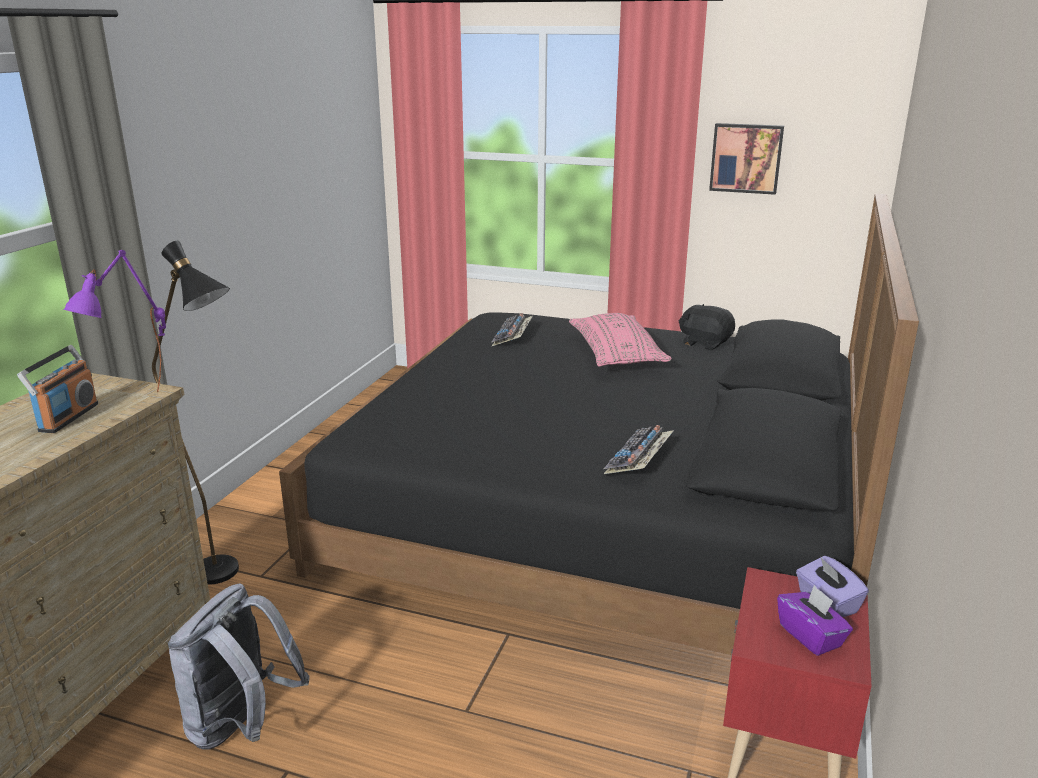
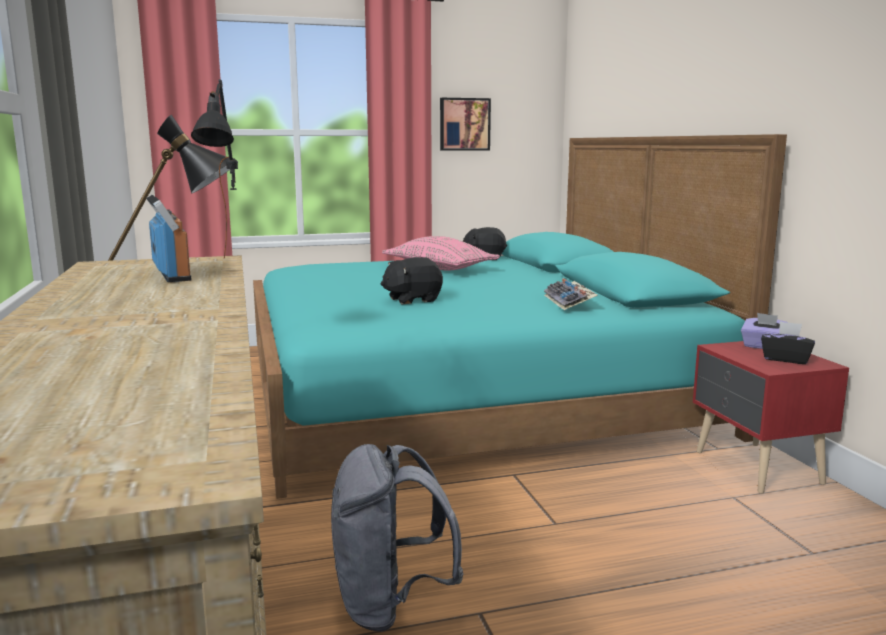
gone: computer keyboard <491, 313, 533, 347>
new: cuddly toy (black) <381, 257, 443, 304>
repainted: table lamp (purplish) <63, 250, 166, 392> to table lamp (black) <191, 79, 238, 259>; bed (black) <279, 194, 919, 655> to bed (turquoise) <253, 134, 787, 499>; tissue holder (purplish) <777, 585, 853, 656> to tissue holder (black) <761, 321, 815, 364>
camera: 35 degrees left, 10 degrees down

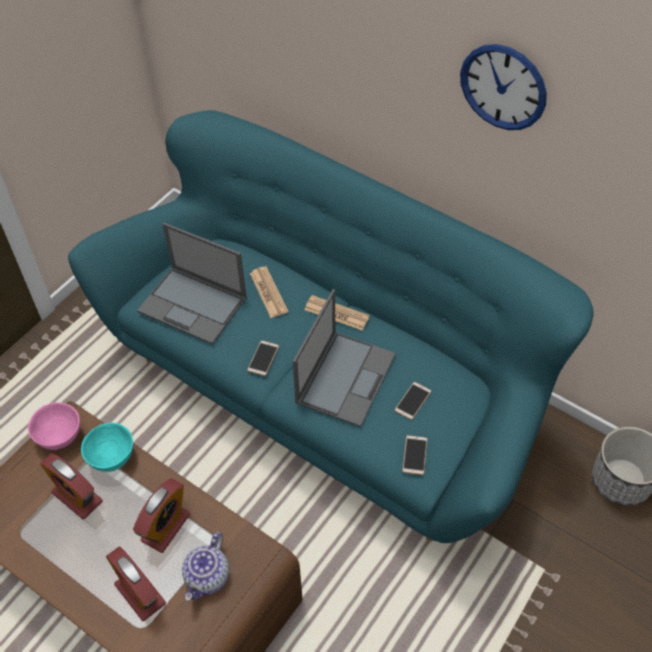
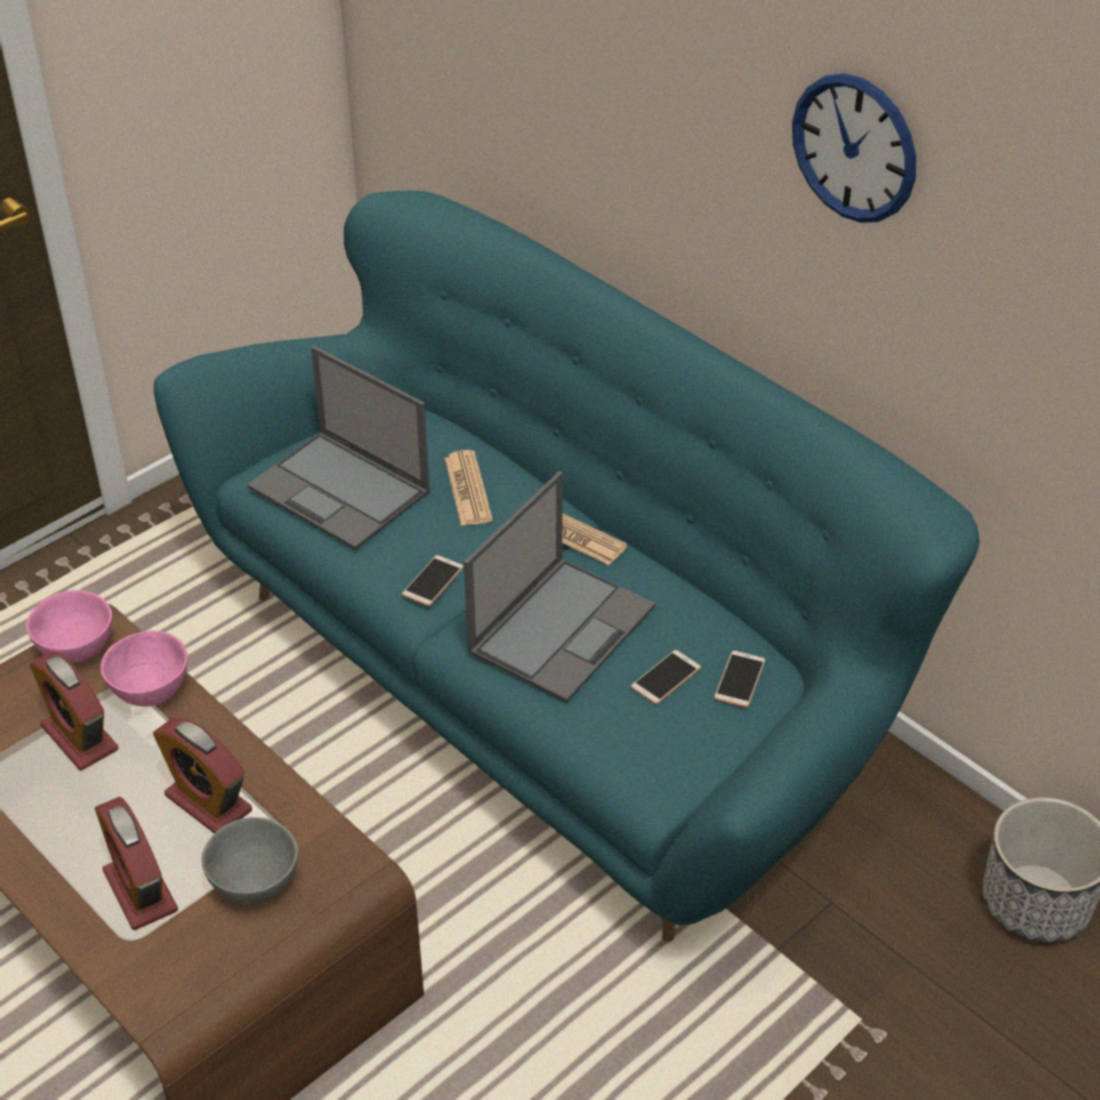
shifted: handset <402, 435, 427, 475> to <714, 650, 765, 708>
swapped: tea pot <182, 532, 229, 601> to serving bowl (greyish) <202, 817, 298, 905>
repainted: serving bowl (turquoise) <81, 423, 133, 472> to serving bowl (pinkish) <101, 631, 188, 707>
rotated: table clock <133, 478, 190, 553> = <153, 717, 252, 834> 90 degrees clockwise
camera: 10 degrees right, 10 degrees down

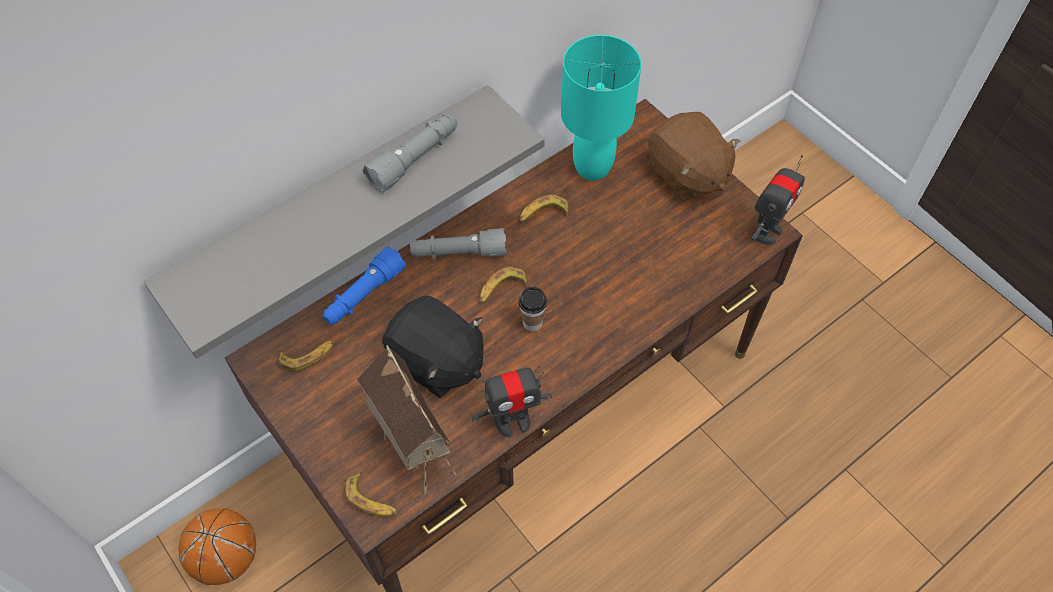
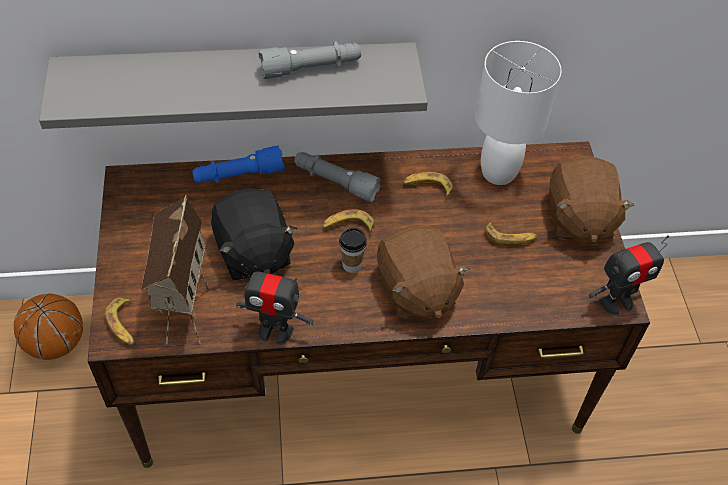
new: cuddly toy (brown-coloured) <377, 225, 470, 319>
shifted: whole banana <278, 340, 334, 372> to <484, 221, 537, 245>
repainted: table lamp (turquoise) <561, 35, 641, 180> to table lamp (whitish) <475, 41, 562, 185>
camera: 30 degrees right, 5 degrees down

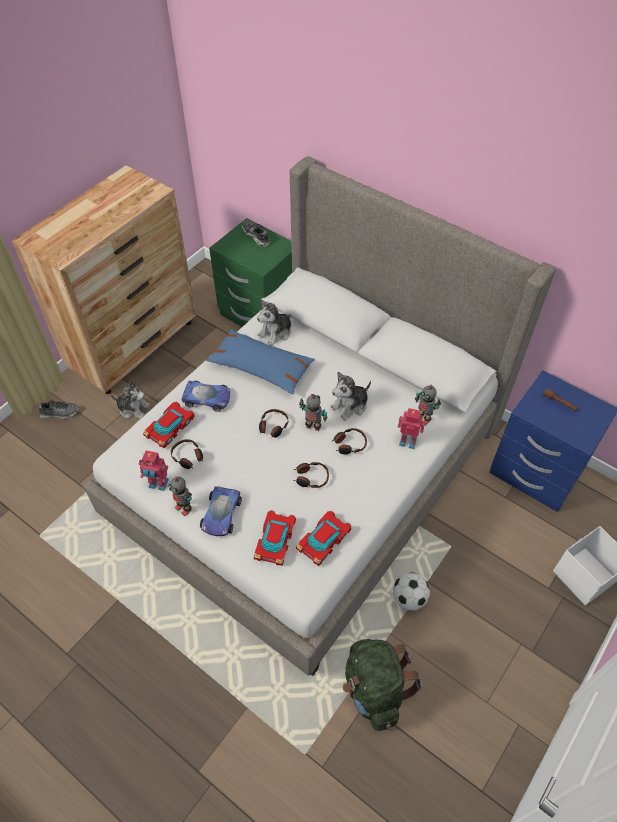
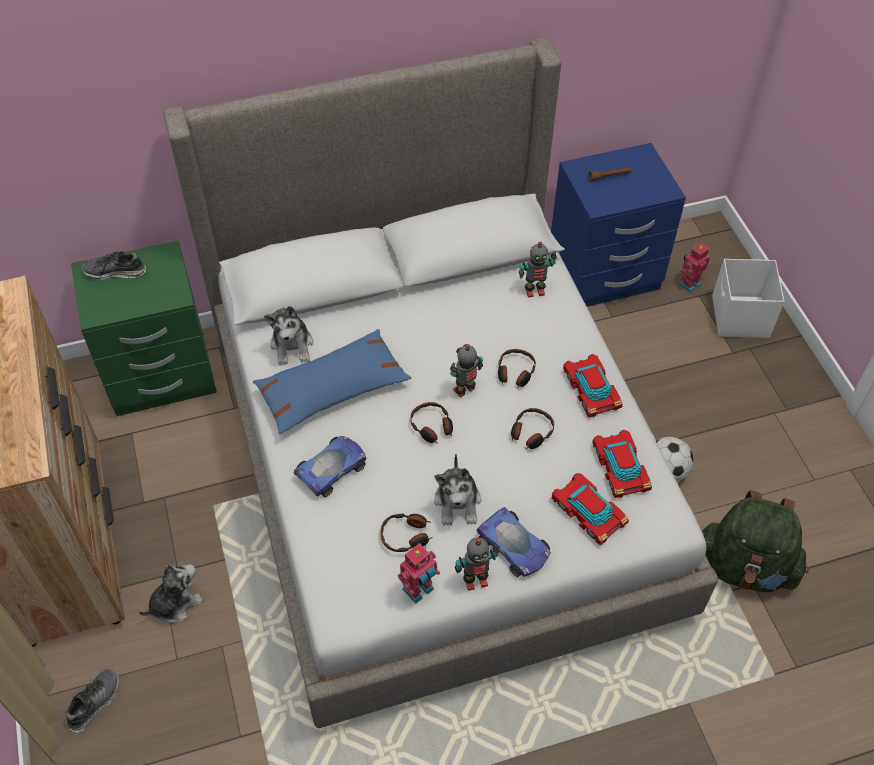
shifted: model car <143, 402, 195, 448> to <563, 354, 623, 417>; cuddly toy <331, 372, 371, 421> to <434, 454, 481, 526>; robot figure <398, 408, 425, 449> to <679, 243, 710, 293>
camera: 55 degrees left, 0 degrees up

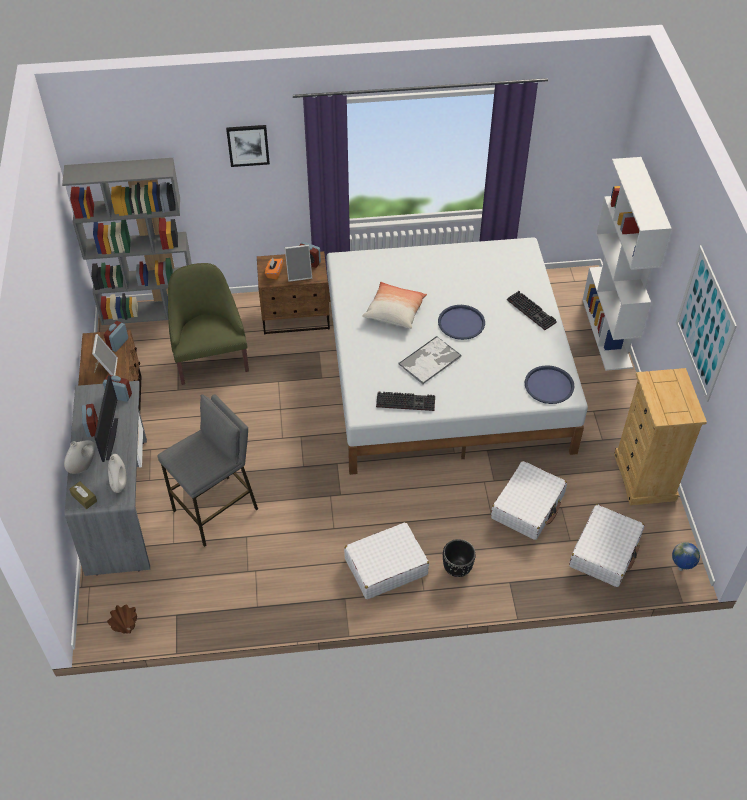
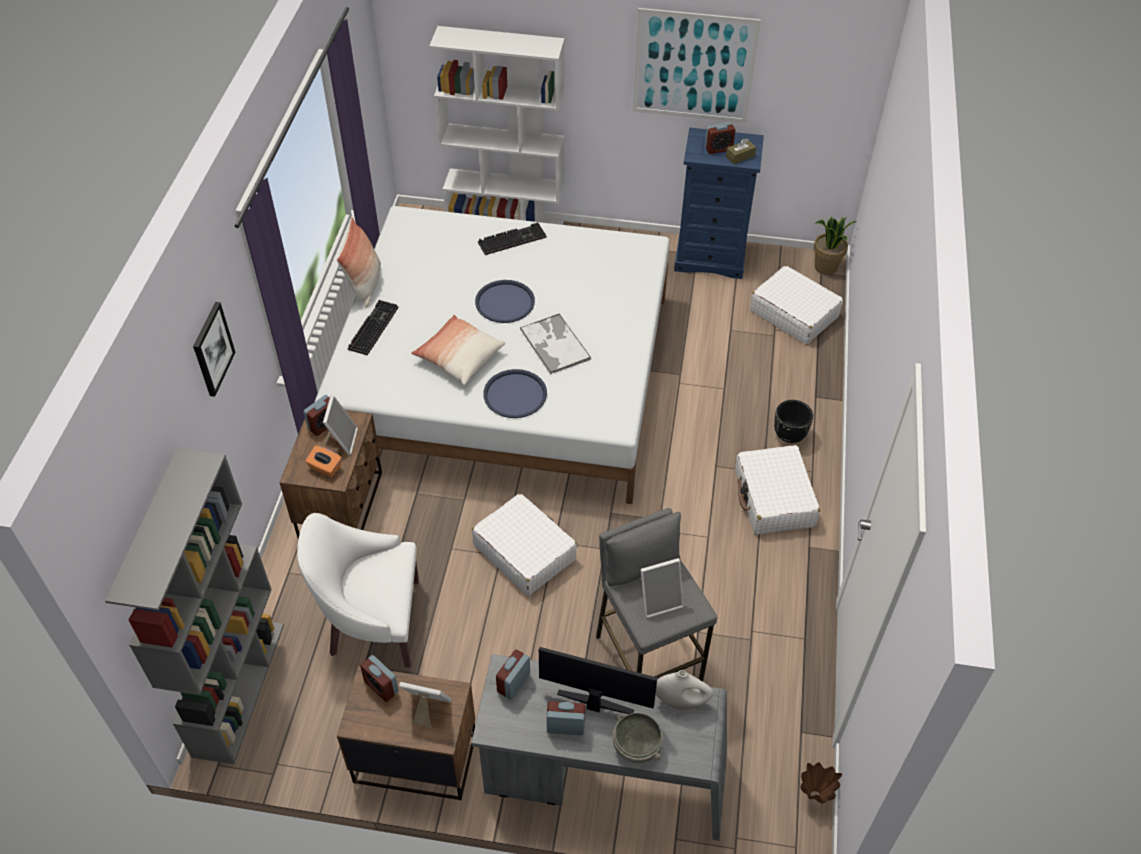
new: cushion <337, 217, 381, 308>; picture frame <641, 558, 684, 618>; table clock <705, 122, 735, 154>
shifted: tissue holder (brown-coloured) <69, 481, 97, 509> to <726, 138, 756, 164>; computer keyboard <376, 391, 435, 411> to <348, 300, 398, 355>; suitcase (whitish) <491, 461, 567, 540> to <472, 493, 577, 596>; serving tray (bluish) <525, 365, 574, 404> to <483, 369, 547, 418>
swapped: flower vase (whitish) <64, 440, 95, 474> to serving bowl (greyish) <613, 713, 663, 763>; globe <672, 542, 700, 571> to potted plant <814, 216, 857, 275>
repainted: lounge chair (green-coloured) <168, 263, 249, 385> to lounge chair (whitish) <297, 513, 419, 667>; chest of drawers (sand-coloured) <614, 368, 707, 506> to chest of drawers (bluish) <674, 128, 764, 279>
camera: 75 degrees left, 0 degrees up

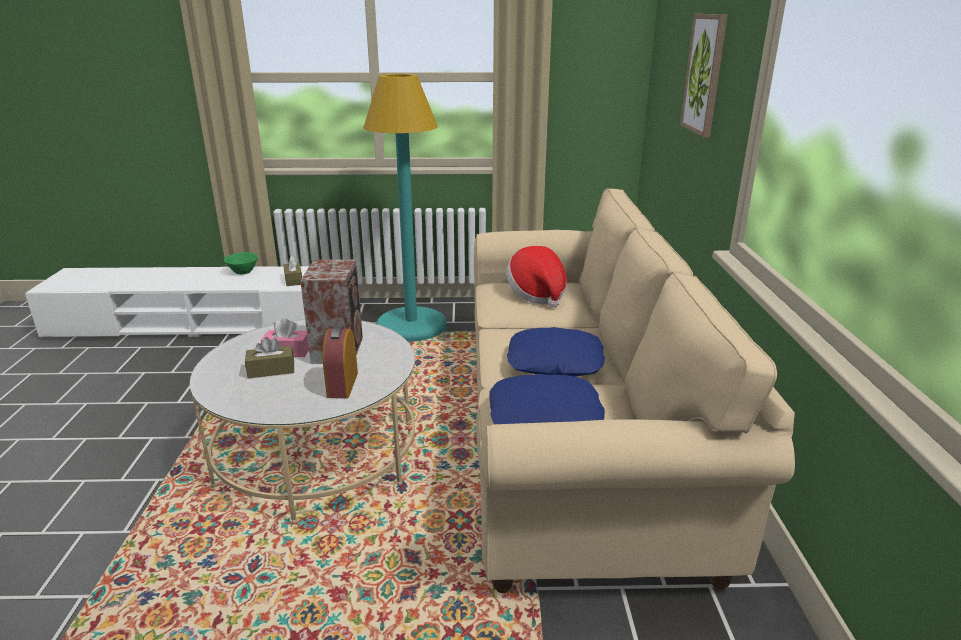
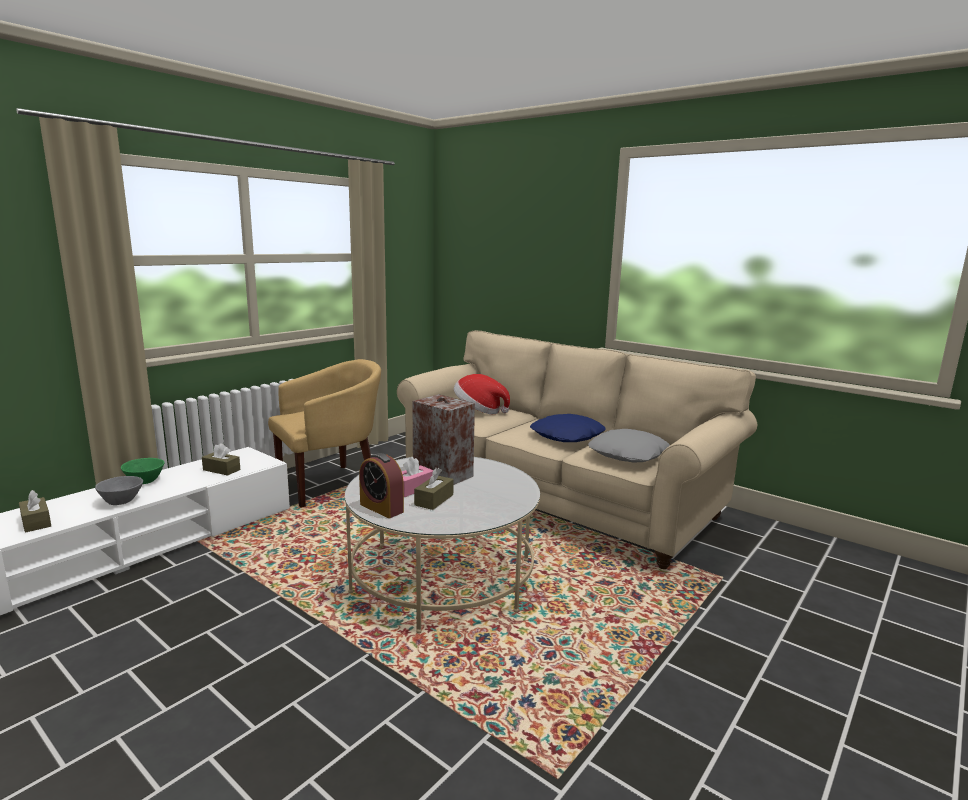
gone: wall art <680, 14, 728, 137>
new: tissue holder (brown-coloured) <19, 490, 51, 533>; serving bowl (greyish) <95, 476, 143, 505>
shifted: table clock <323, 326, 358, 398> to <359, 453, 404, 518>
swapped: standing lamp (turquoise) <363, 74, 447, 342> to lounge chair (yellowish) <268, 359, 381, 507>
repainted: cushion (bluish) <489, 374, 605, 424> to cushion (greyish) <588, 429, 670, 462>
camera: 50 degrees left, 10 degrees down

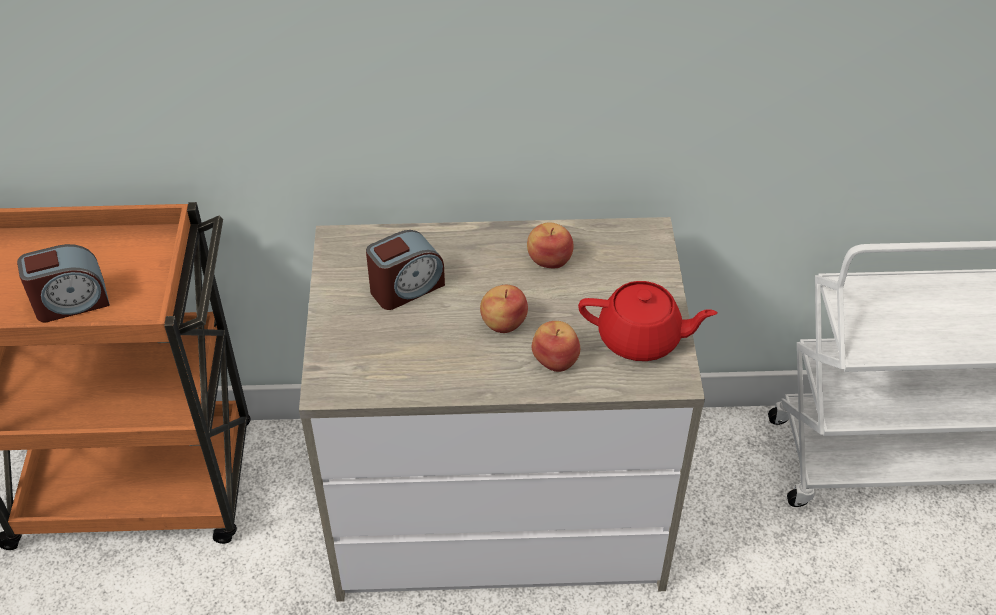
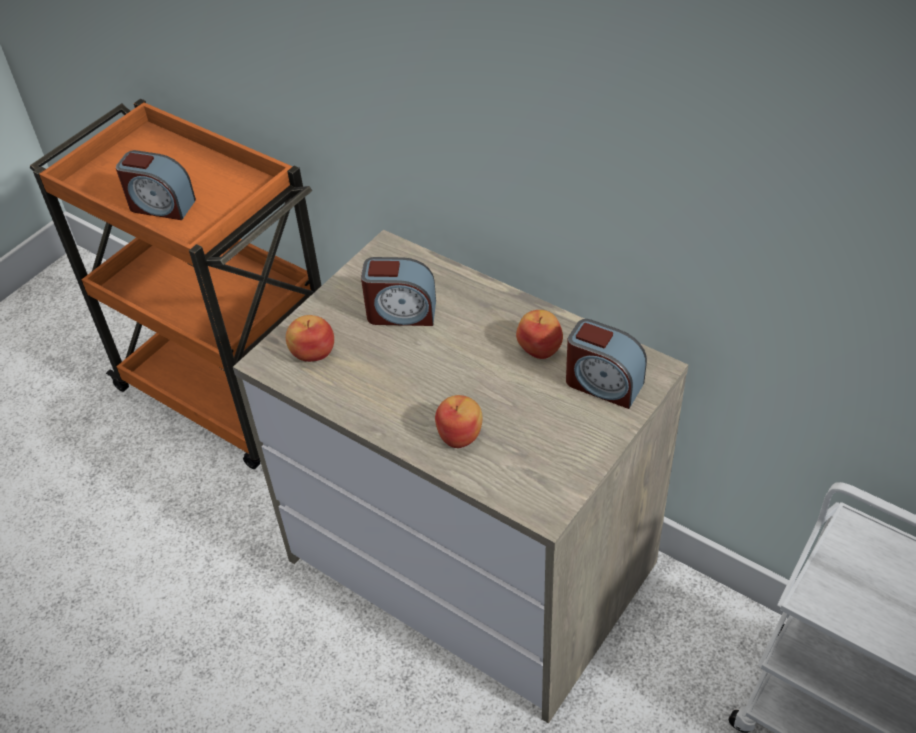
gone: tea pot (red) <578, 281, 717, 361>
new: table clock <566, 319, 647, 409>
shifted: whole apple <480, 285, 528, 333> to <286, 315, 334, 362>
camera: 40 degrees right, 0 degrees up

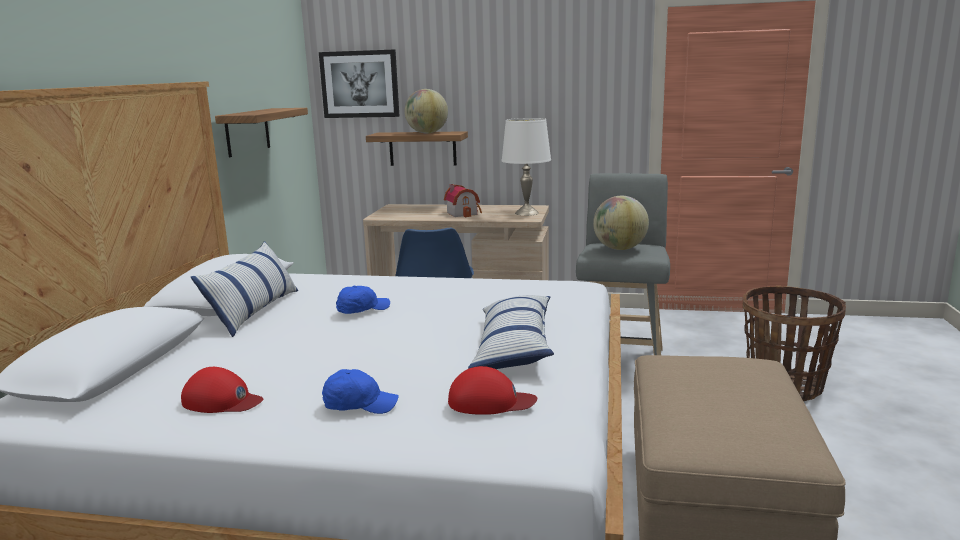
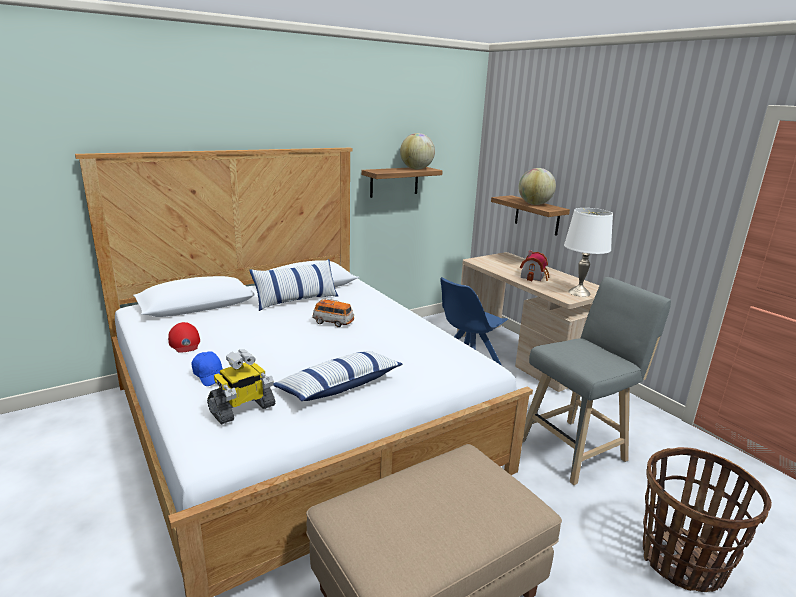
gone: wall art <319, 50, 400, 118>
shifted: globe <593, 196, 649, 250> to <400, 133, 435, 169>
swapped: cap (bluish) <336, 286, 390, 314> to model car <312, 298, 354, 327>; cap (red) <448, 366, 537, 415> to robot figure <207, 350, 276, 424>
camera: 45 degrees right, 5 degrees up

